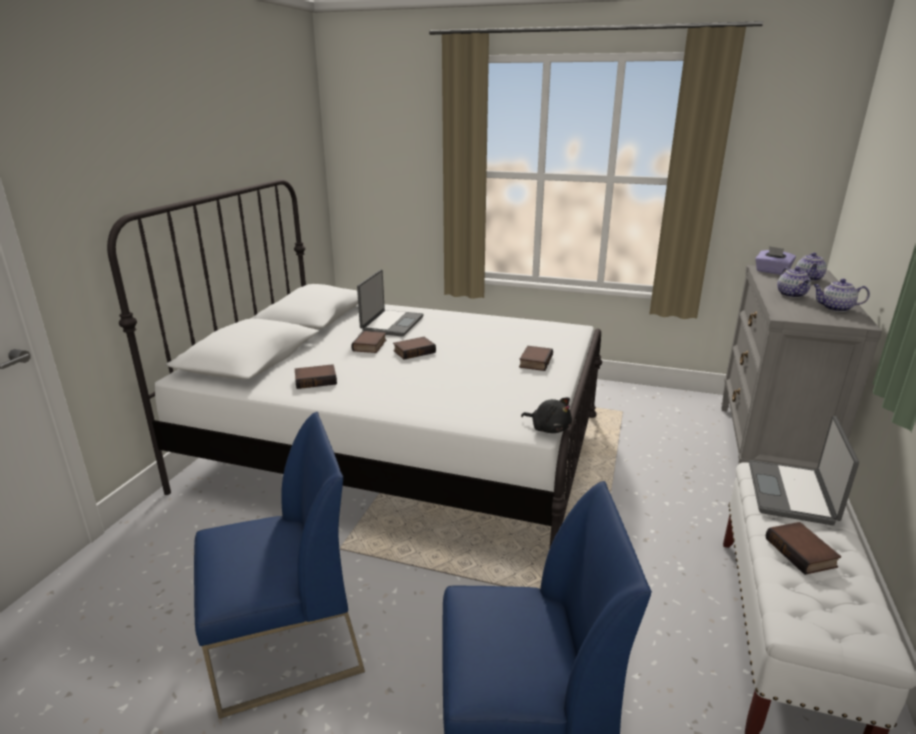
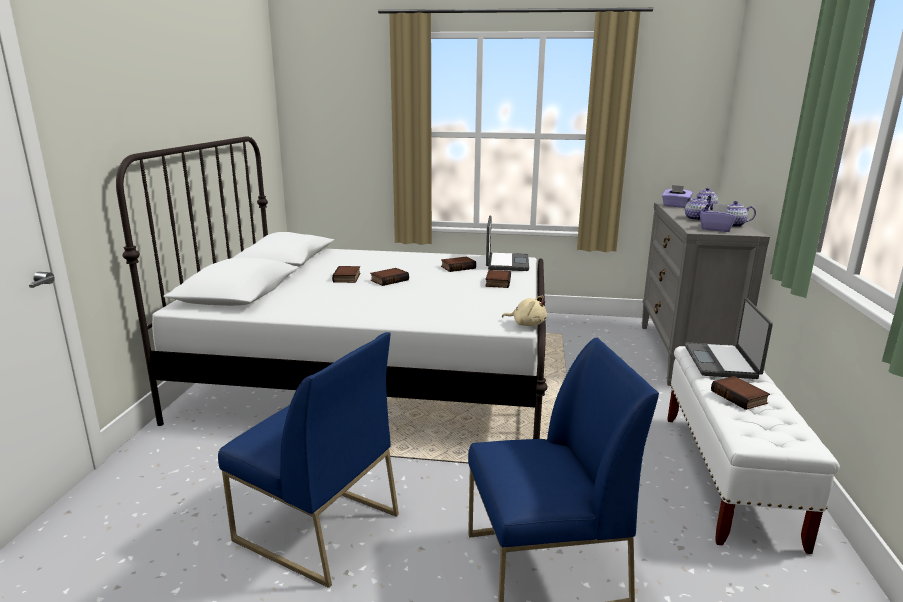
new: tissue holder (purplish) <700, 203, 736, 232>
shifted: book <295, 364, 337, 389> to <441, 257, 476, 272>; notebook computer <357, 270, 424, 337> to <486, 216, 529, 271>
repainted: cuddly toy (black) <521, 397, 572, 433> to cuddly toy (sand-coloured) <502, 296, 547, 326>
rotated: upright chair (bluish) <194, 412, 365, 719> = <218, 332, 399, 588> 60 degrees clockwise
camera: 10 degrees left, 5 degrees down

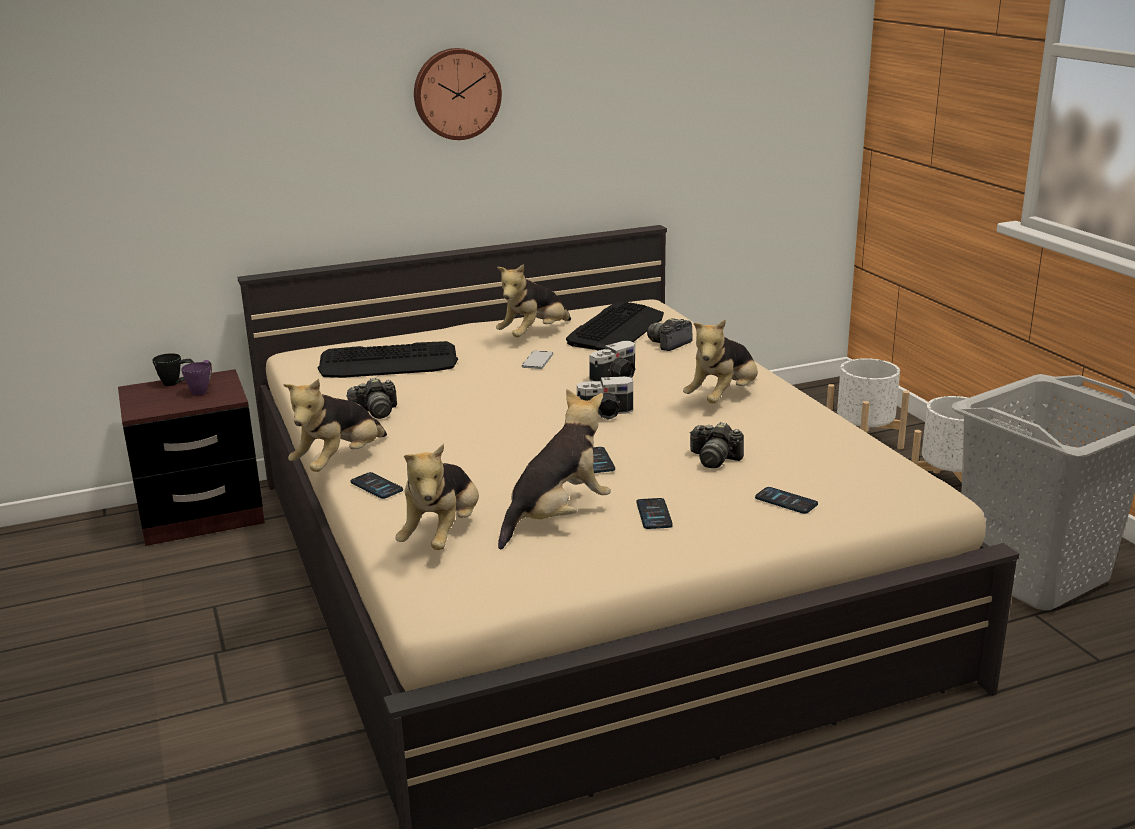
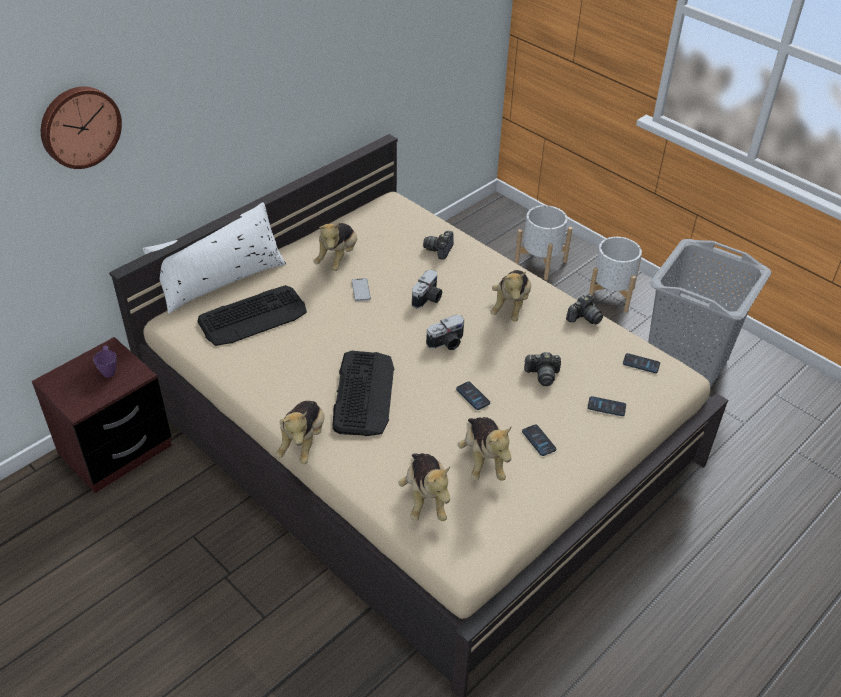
gone: coffee mug (black) <152, 353, 194, 386>
new: cushion (whitish) <142, 202, 286, 314>
shifted: still camera <346, 377, 397, 419> to <566, 294, 603, 325>; handset <350, 472, 403, 499> to <623, 353, 660, 373>; hanging clock <414, 48, 502, 140> to <41, 86, 122, 169>; computer keyboard <566, 302, 664, 351> to <332, 351, 394, 436>
rotated: cuddly toy <498, 389, 611, 549> = <458, 417, 512, 481> 150 degrees clockwise
camera: 25 degrees left, 20 degrees up

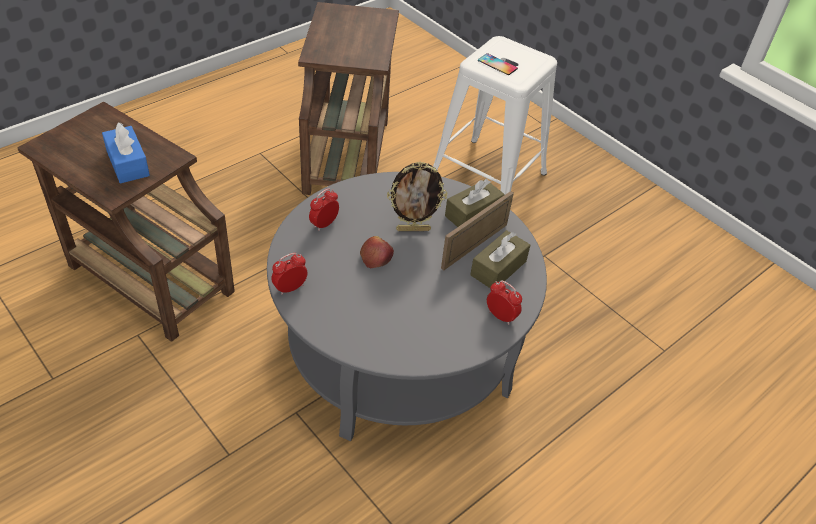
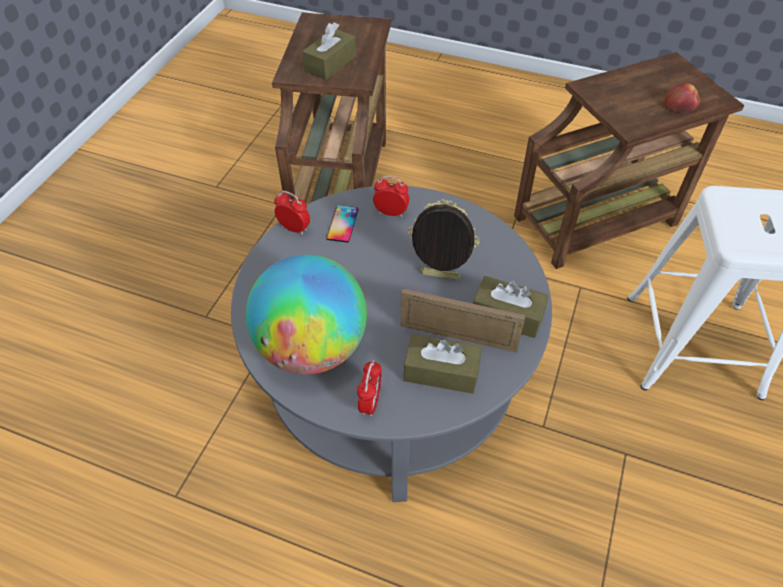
new: globe <246, 254, 367, 374>
shifted: whole apple <360, 236, 394, 268> to <664, 83, 700, 114>; handset <478, 53, 518, 75> to <326, 205, 359, 242>
repainted: tissue holder (bluish) <102, 122, 150, 184> to tissue holder (brown-coloured) <302, 22, 356, 80>
rotated: picture frame <387, 161, 447, 231> = <408, 199, 480, 280> 135 degrees clockwise
camera: 65 degrees right, 5 degrees up

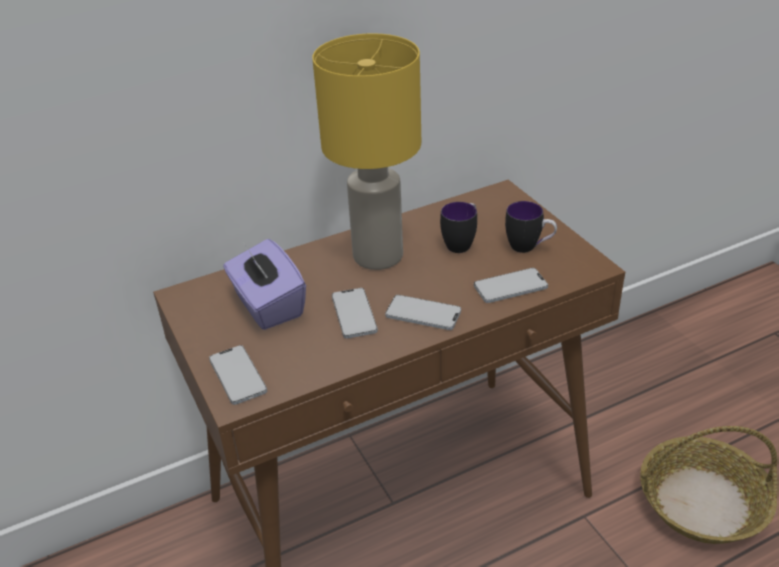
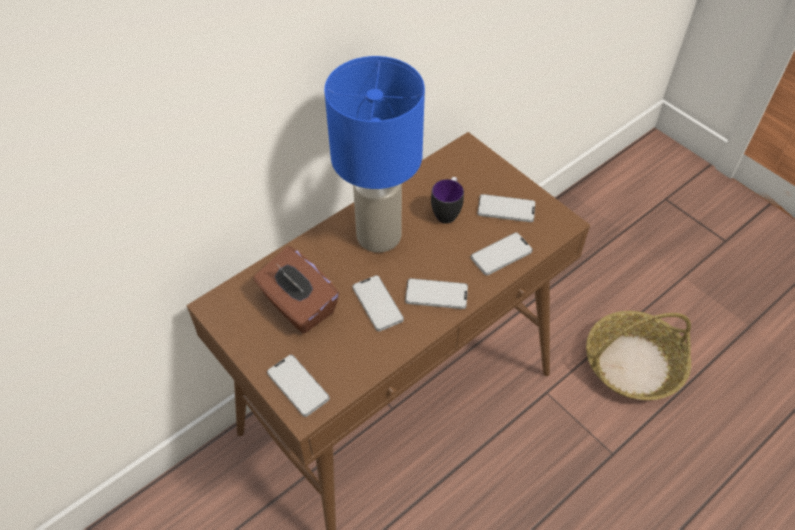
swapped: coffee mug <505, 201, 557, 253> to handset <477, 194, 535, 222>
repainted: tissue holder (purplish) <223, 239, 306, 330> to tissue holder (brown-coloured) <253, 246, 339, 333>; table lamp (yellowish) <312, 33, 421, 270> to table lamp (bluish) <324, 56, 425, 253>
camera: 15 degrees left, 15 degrees up

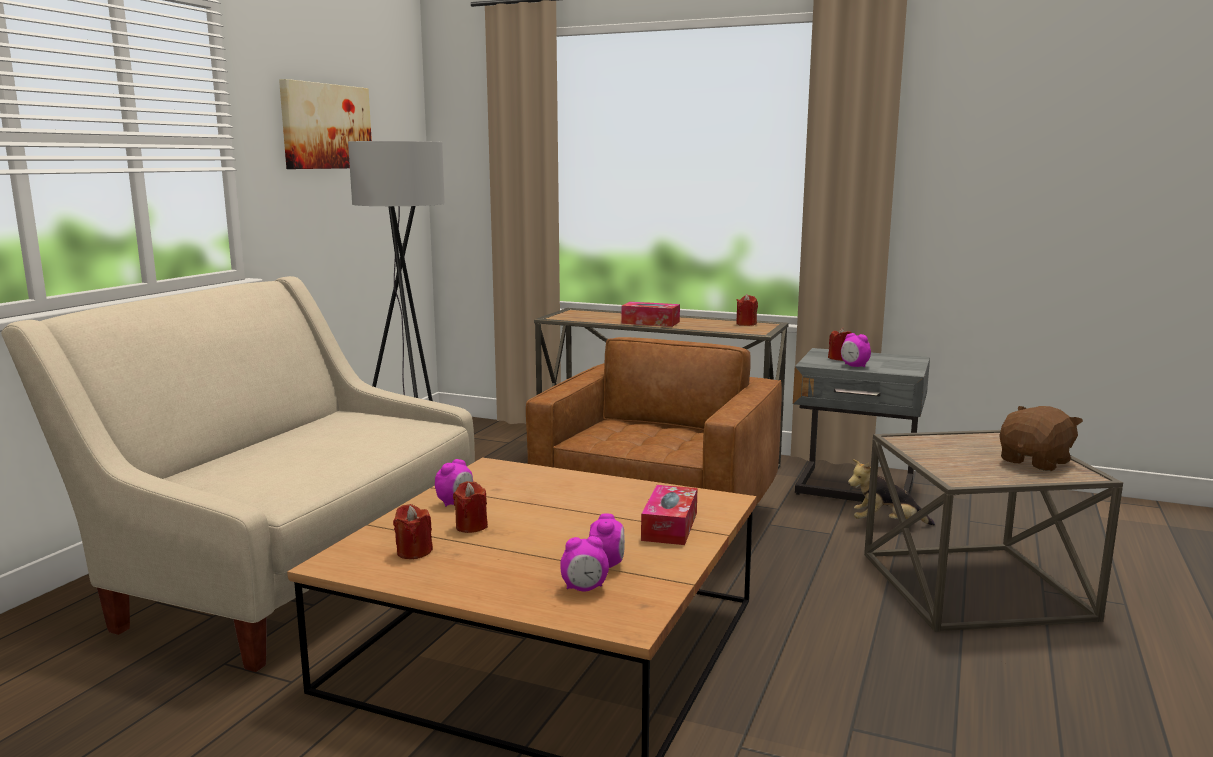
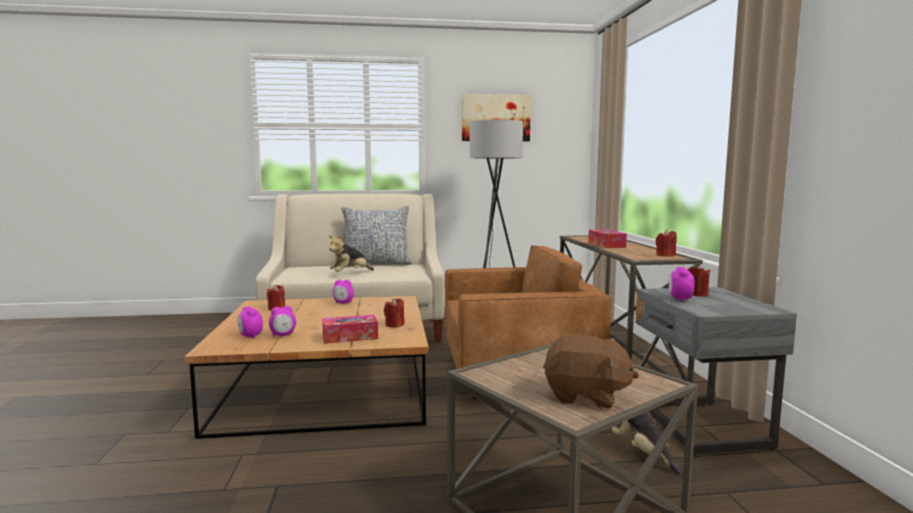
new: cuddly toy <328, 235, 374, 272>; cushion <341, 206, 412, 267>
shifted: wax candle (red) <453, 481, 488, 533> to <384, 298, 405, 327>
camera: 60 degrees right, 5 degrees down

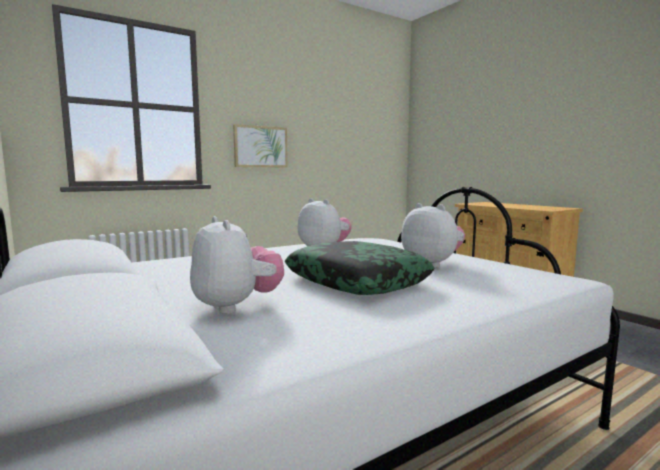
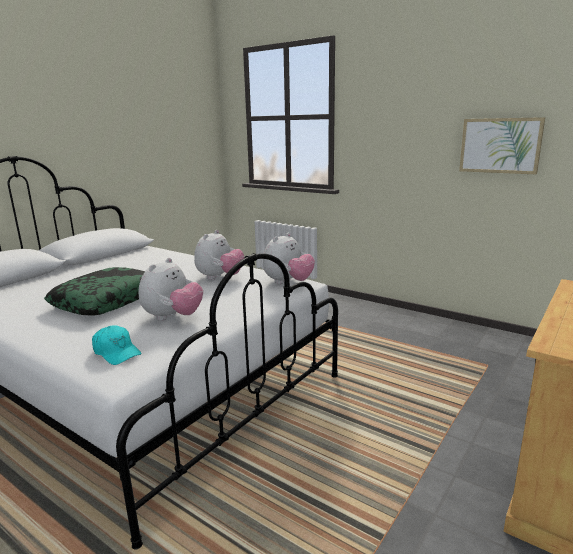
new: cap (turquoise) <92, 326, 141, 365>
shifted: cuddly toy <190, 216, 284, 314> to <263, 233, 315, 284>; wall art <233, 124, 288, 168> to <459, 117, 545, 174>
camera: 70 degrees right, 10 degrees up

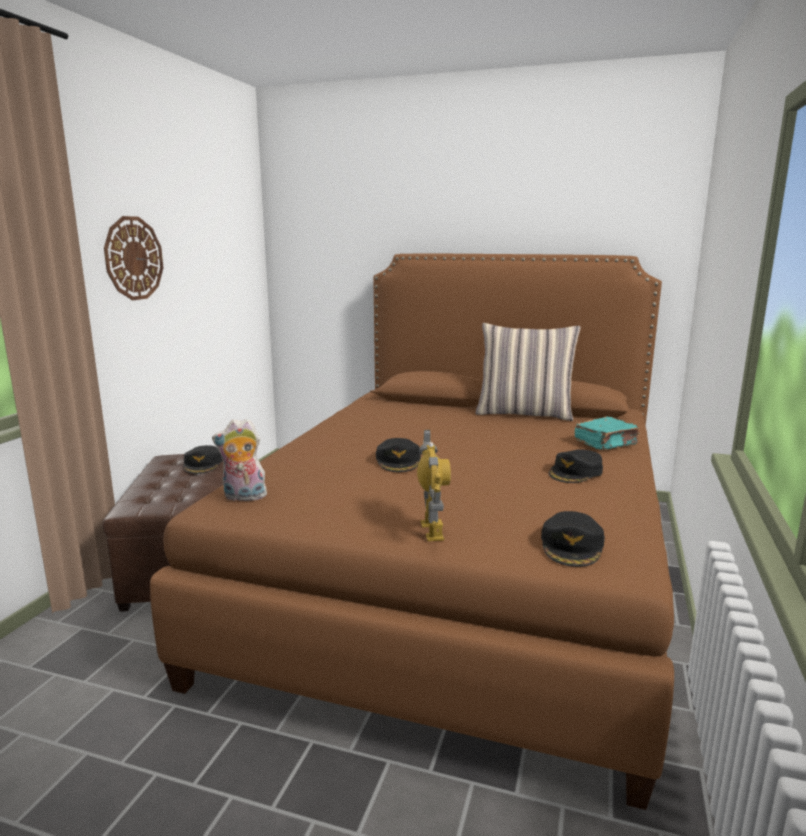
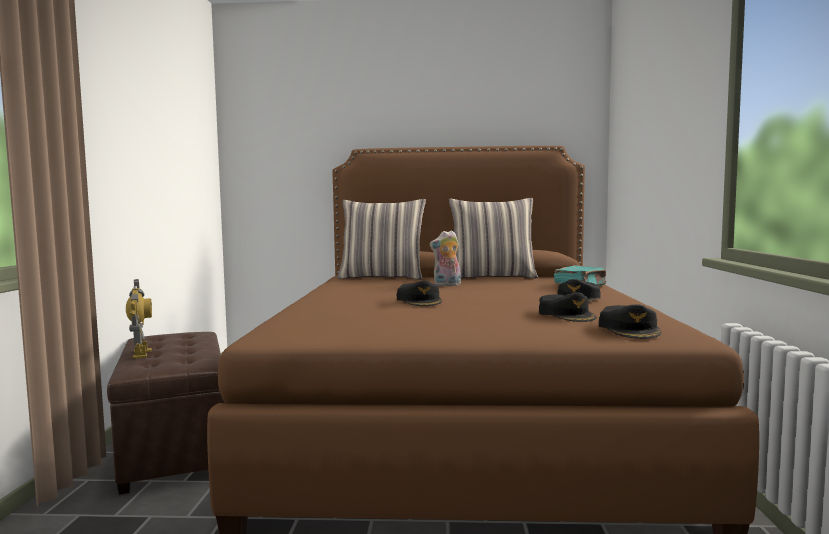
gone: hanging clock <104, 216, 163, 300>
new: cushion <338, 199, 426, 280>
shifted: cap (black) <183, 445, 223, 474> to <539, 292, 597, 322>; cuddly toy <212, 419, 267, 501> to <429, 230, 461, 286>; robot figure <417, 430, 451, 541> to <126, 279, 152, 359>
camera: 15 degrees left, 10 degrees down

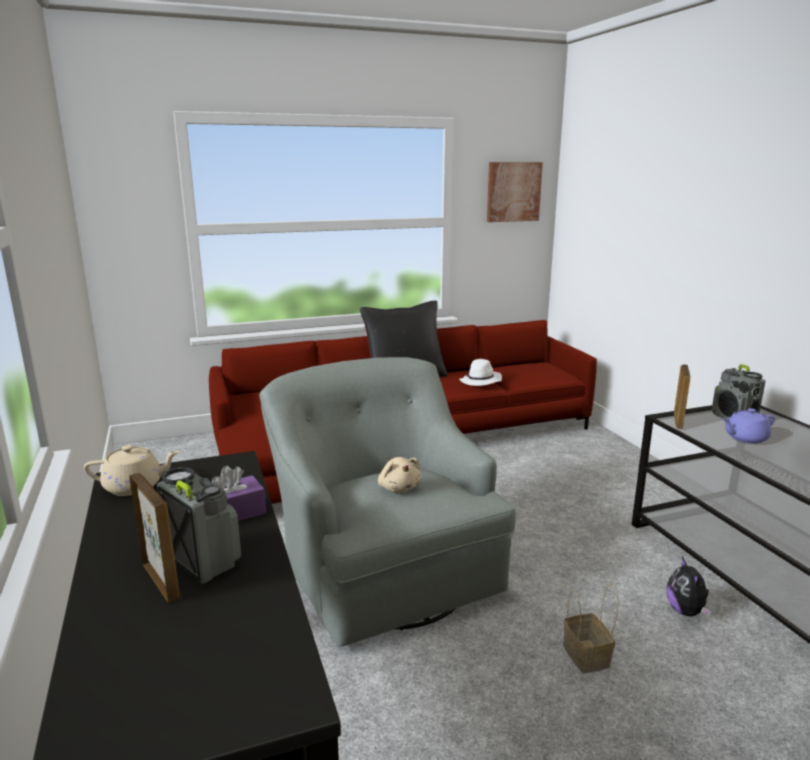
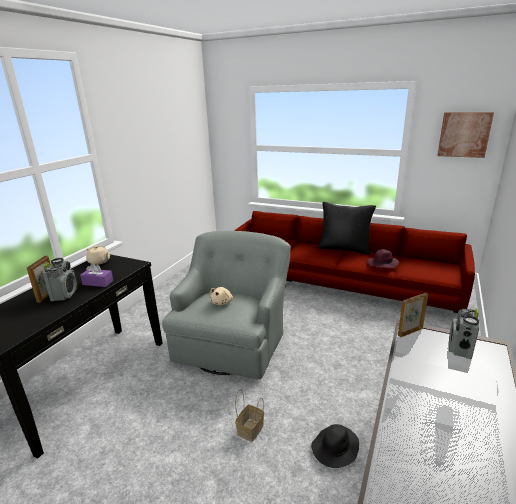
gone: tea pot (purplish) <722, 408, 775, 444>
swapped: cuddly toy <667, 557, 711, 616> to clothing hat (black) <311, 424, 359, 468>
repainted: clothing hat (whitish) <459, 359, 502, 386> to clothing hat (purplish) <367, 249, 399, 268>
camera: 45 degrees right, 5 degrees up

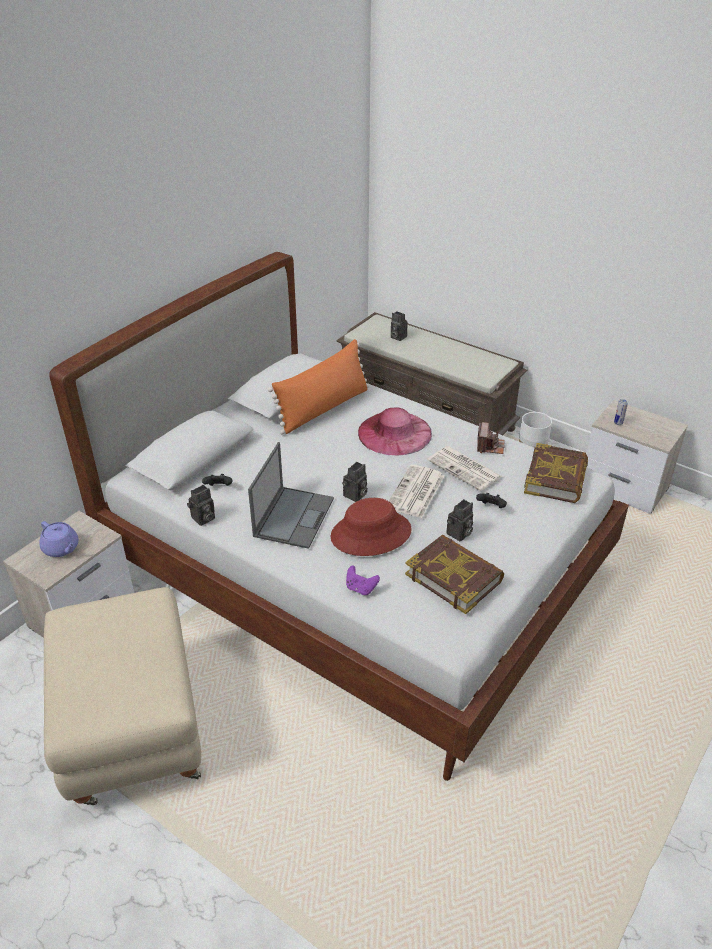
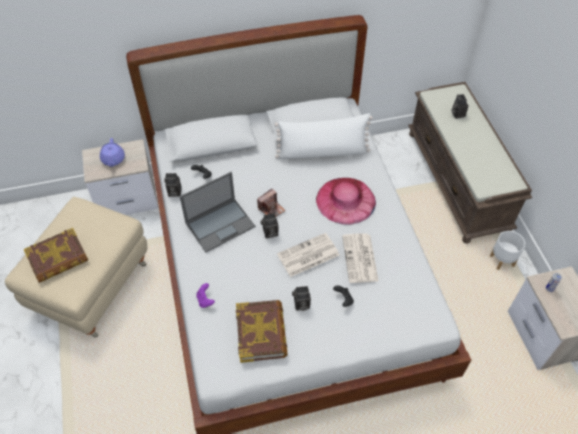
gone: clothing hat (red) <331, 498, 412, 556>
shifted: still camera <477, 422, 505, 454> to <257, 188, 285, 217>; book <524, 443, 588, 503> to <24, 228, 88, 283>
repainted: cushion (orange-coloured) <268, 339, 369, 435> to cushion (whitish) <275, 113, 373, 159>
camera: 40 degrees right, 15 degrees up

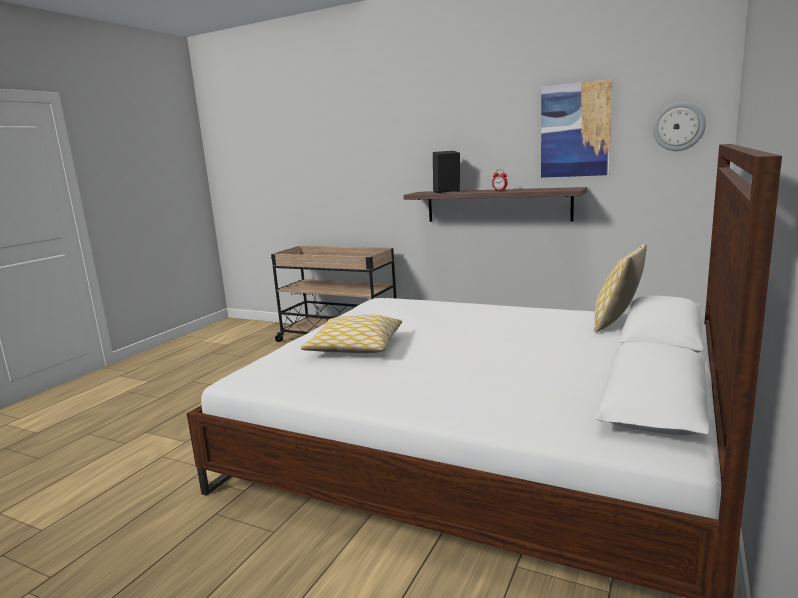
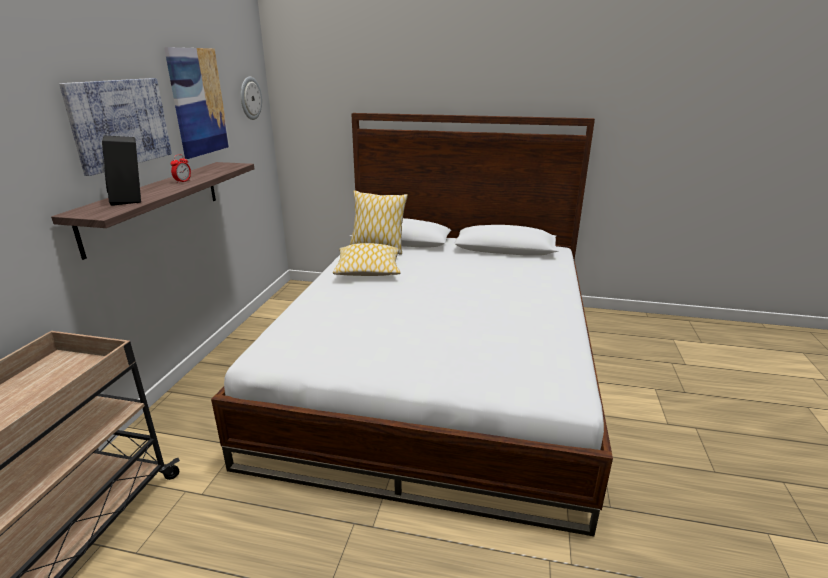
new: wall art <59, 78, 172, 176>
shifted: cushion <301, 315, 402, 353> to <333, 243, 401, 276>
camera: 105 degrees left, 10 degrees up

